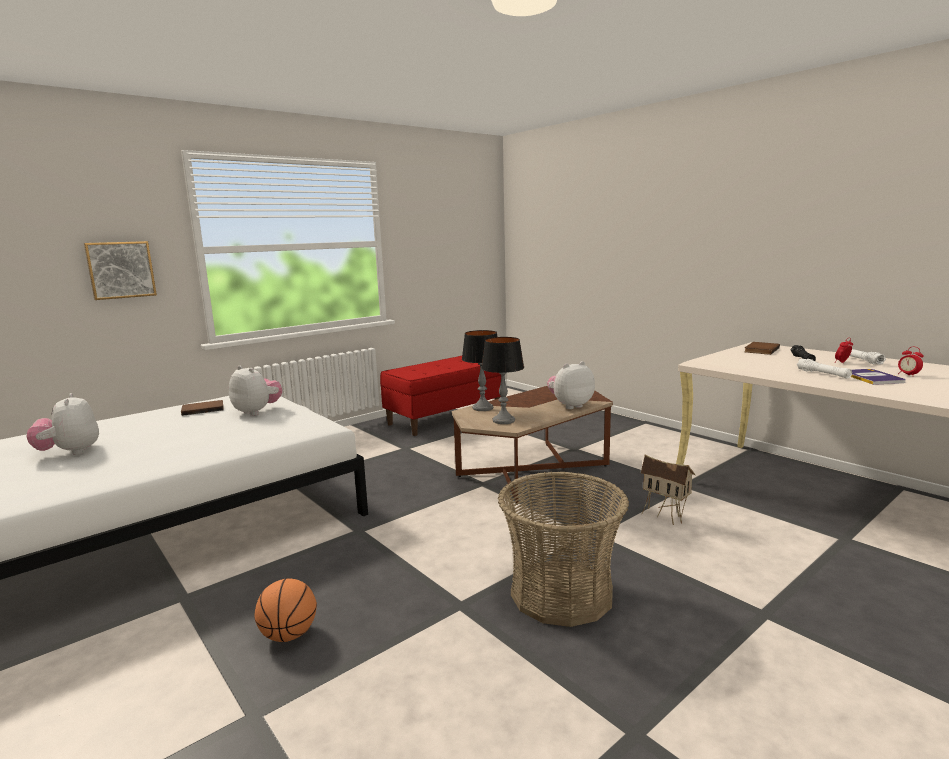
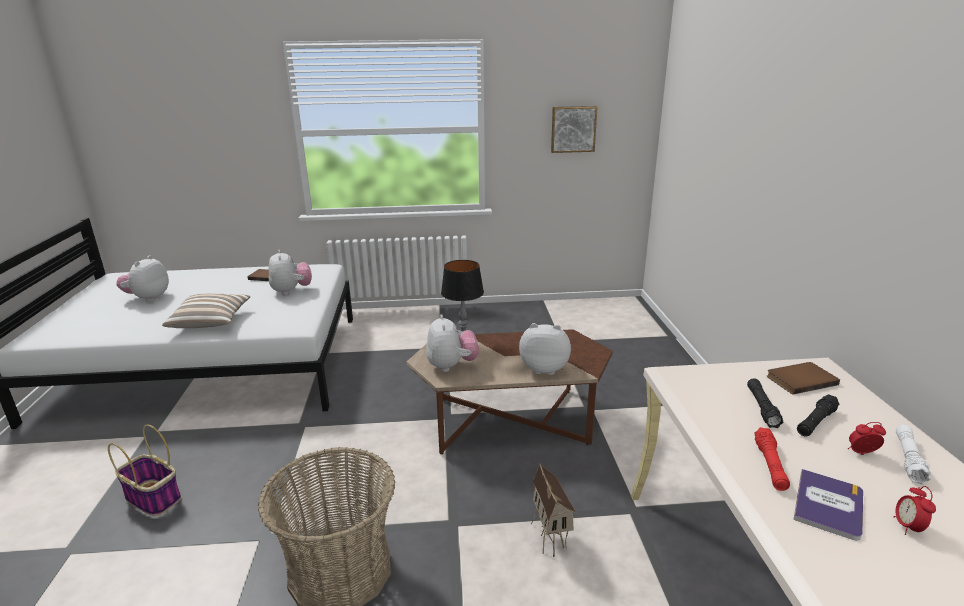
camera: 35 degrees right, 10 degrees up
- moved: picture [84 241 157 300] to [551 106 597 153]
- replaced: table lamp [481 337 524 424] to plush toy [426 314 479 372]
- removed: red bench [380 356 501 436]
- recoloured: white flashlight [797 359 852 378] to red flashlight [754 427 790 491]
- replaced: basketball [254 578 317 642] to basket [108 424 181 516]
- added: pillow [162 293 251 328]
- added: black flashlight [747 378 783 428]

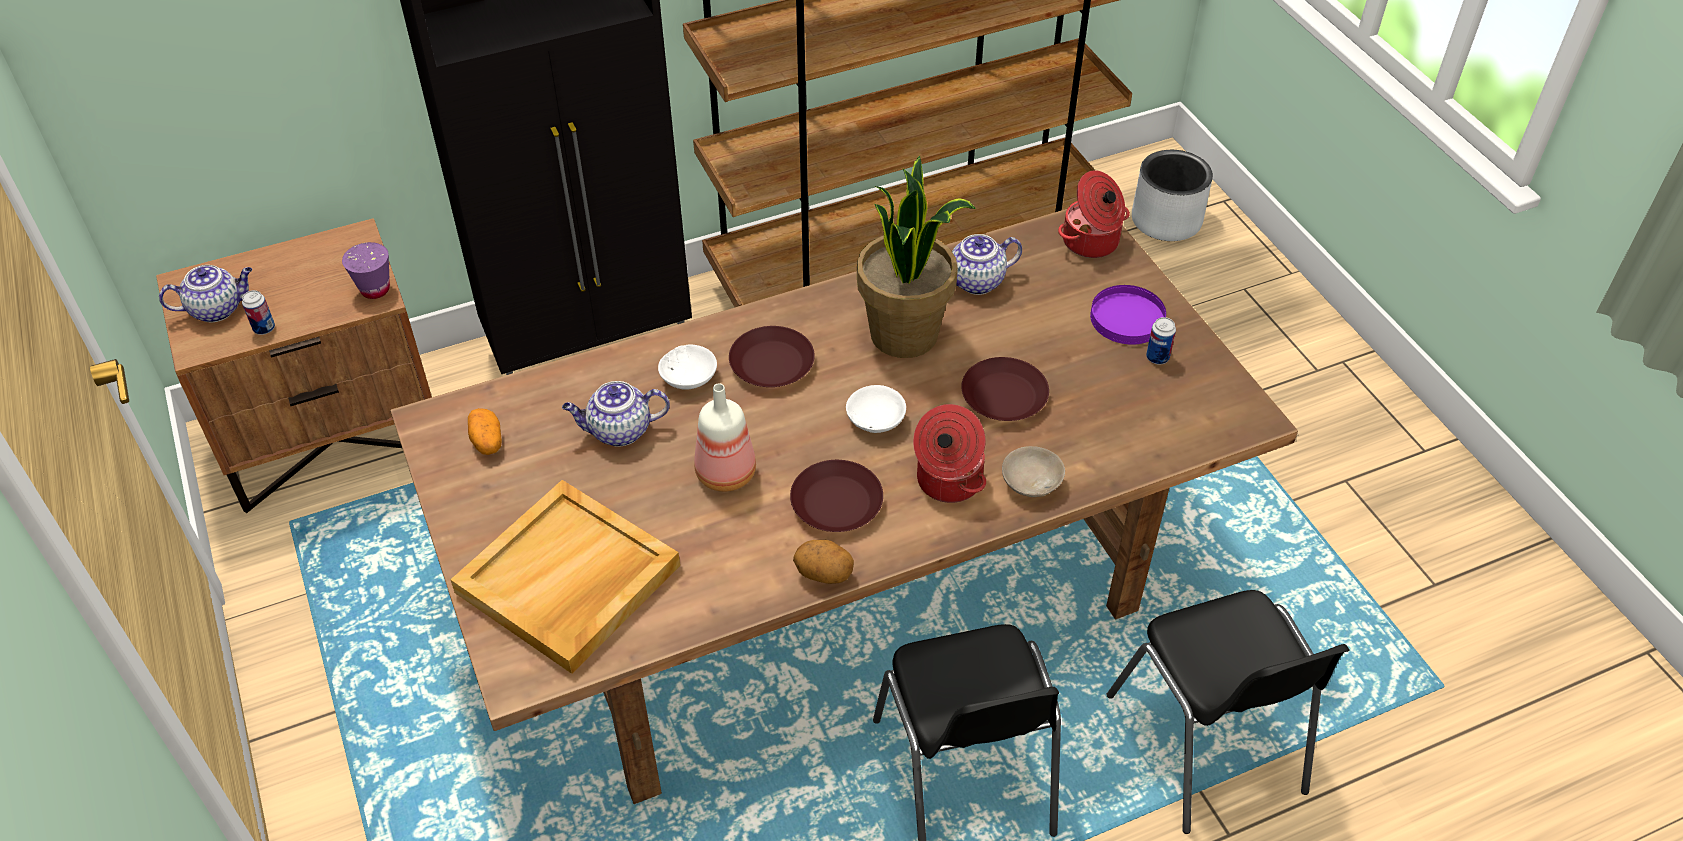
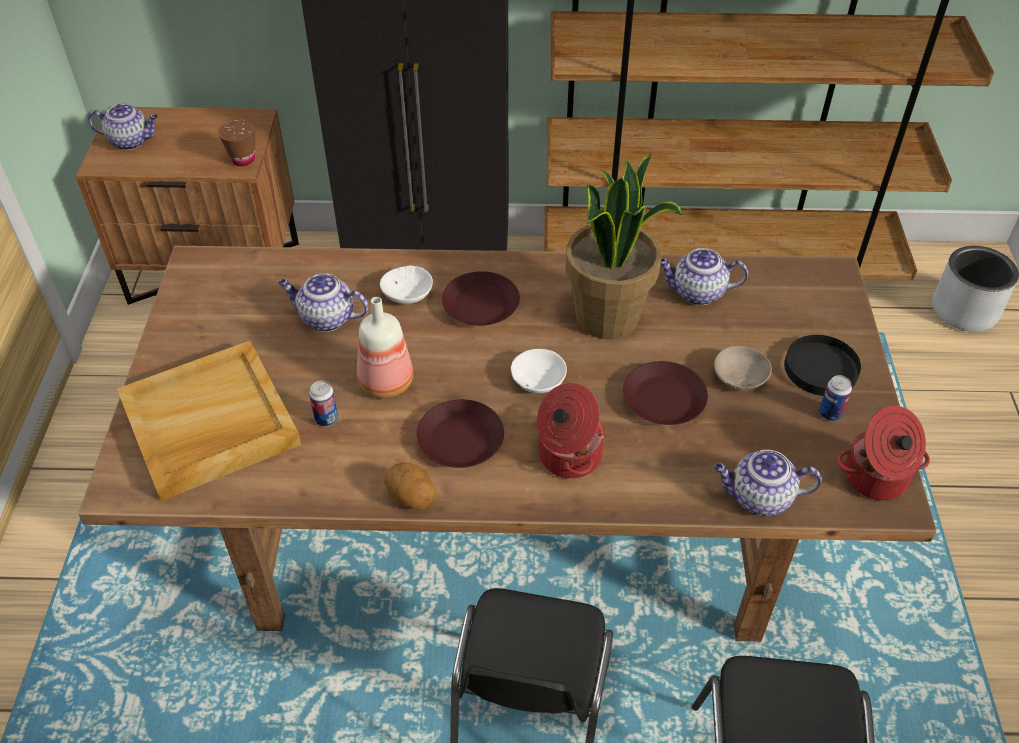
camera: 25 degrees right, 0 degrees up
- moved: cooking pot [1058 170 1130 258] to [837 406 930 500]
- recoloured: purple cup [342 242 390 299] to brown cup [218 120 255 166]
- recoloured: purple plate [1090 285 1166 345] to black plate [784 335 861 396]
- moved: can [242 290 275 335] to [309 381 338 427]
- removed: potato [468 408 502 455]
- moved: beige bowl [1002 446 1065 497] to [714 346 772 390]
- added: teapot [714 450 822 516]

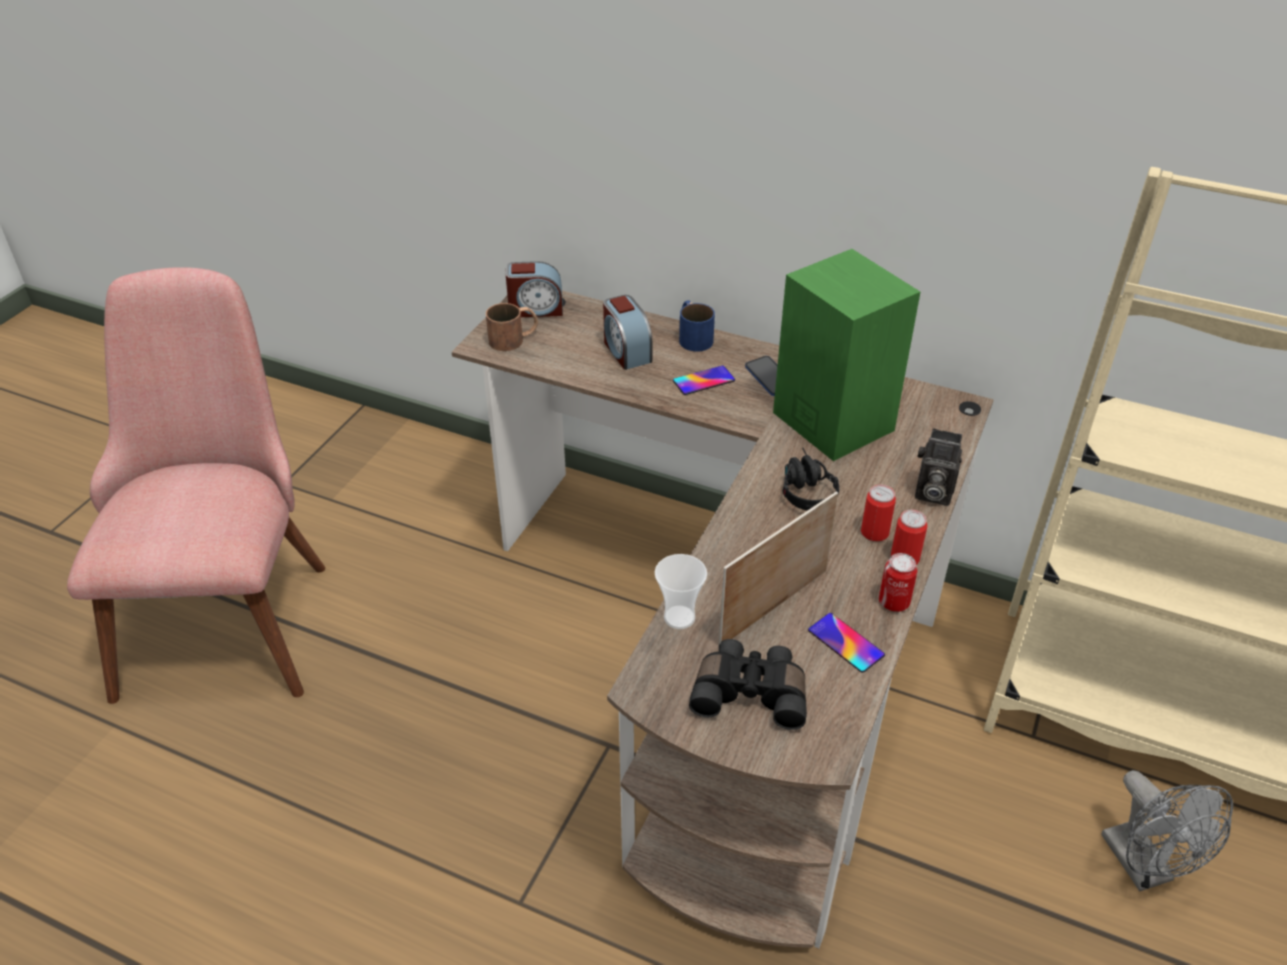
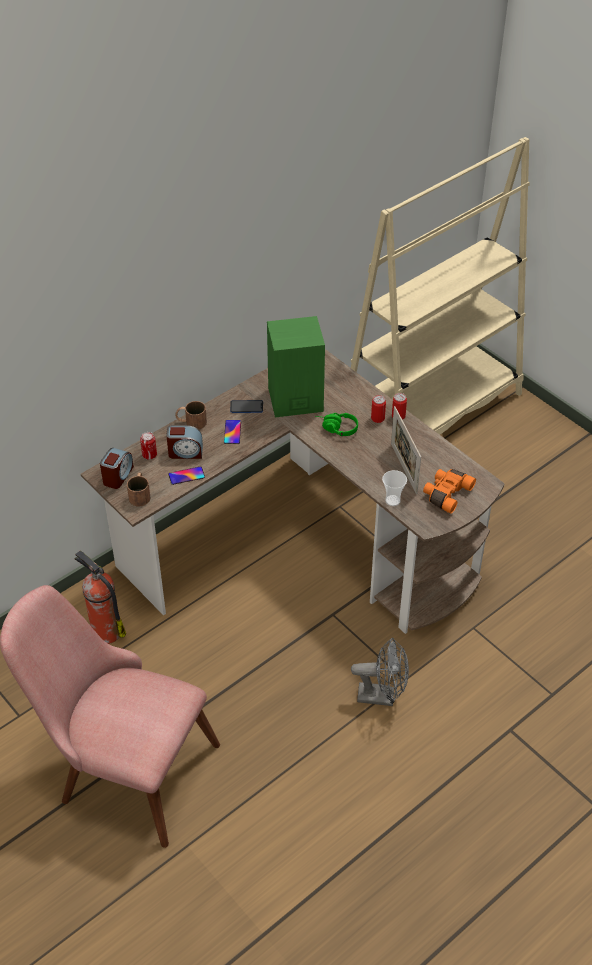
camera: 65 degrees left, 5 degrees up
- recoloured: blue mug [679 300 715 352] to brown mug [175 401 207 430]
- removed: photo camera [915 428 962 506]
- recoloured: black headphones [783 448 839 511] to green headphones [316 413 358 436]
- moved: can [879 553 917 612] to [140 432 157 459]
- moved: phone [808 613 885 672] to [168 466 205 485]
- recoloured: black binoculars [689 639 807 730] to orange binoculars [423 469 476 514]
- moved: grey fan [1101 770 1233 891] to [351 638 409 706]
- added: fire extinguisher [74 550 126 644]

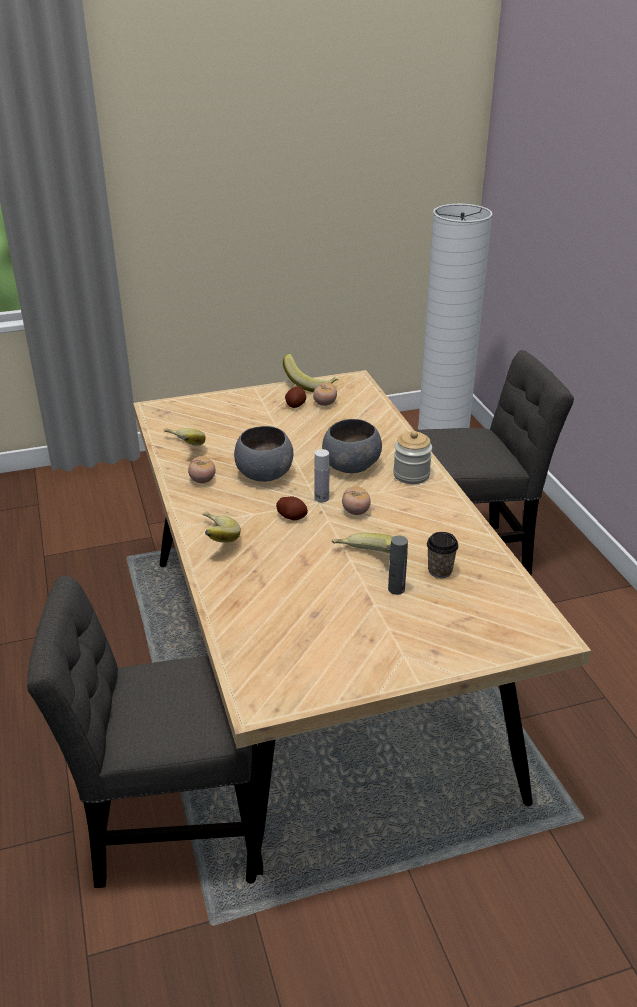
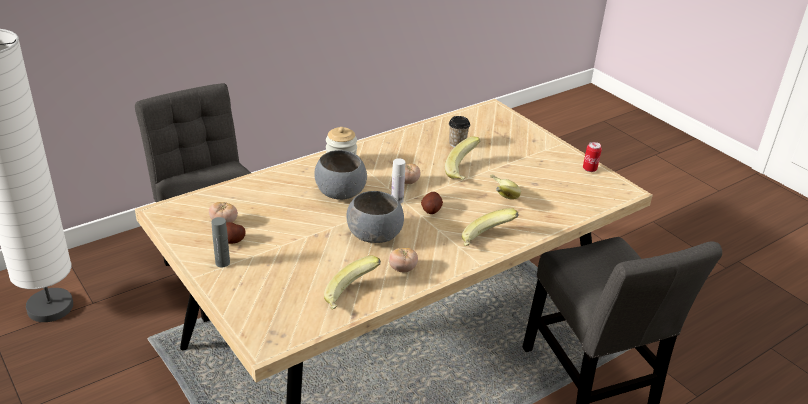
camera: 110 degrees left, 0 degrees up
- moved: banana [283 354 338 392] to [490 174 521 200]
- moved: grey bottle [388 536 408 595] to [211 217 230 267]
- added: can [583 142 602 172]

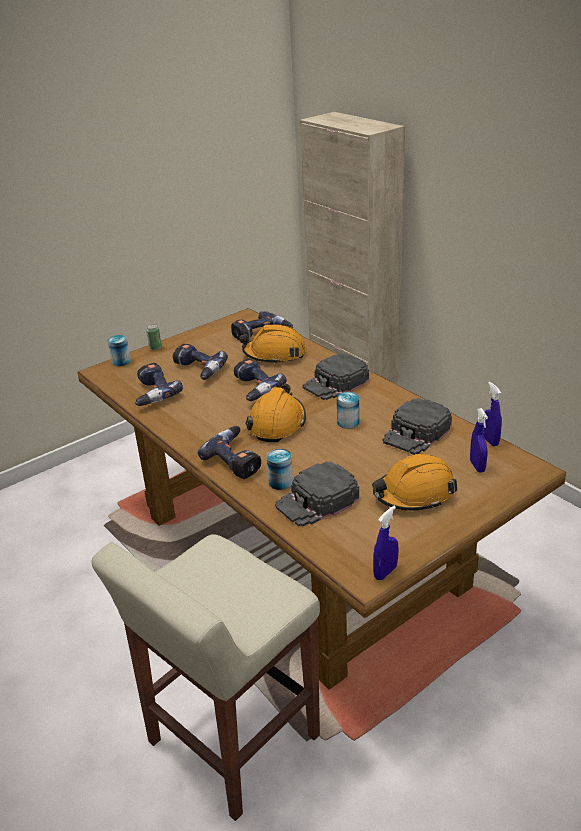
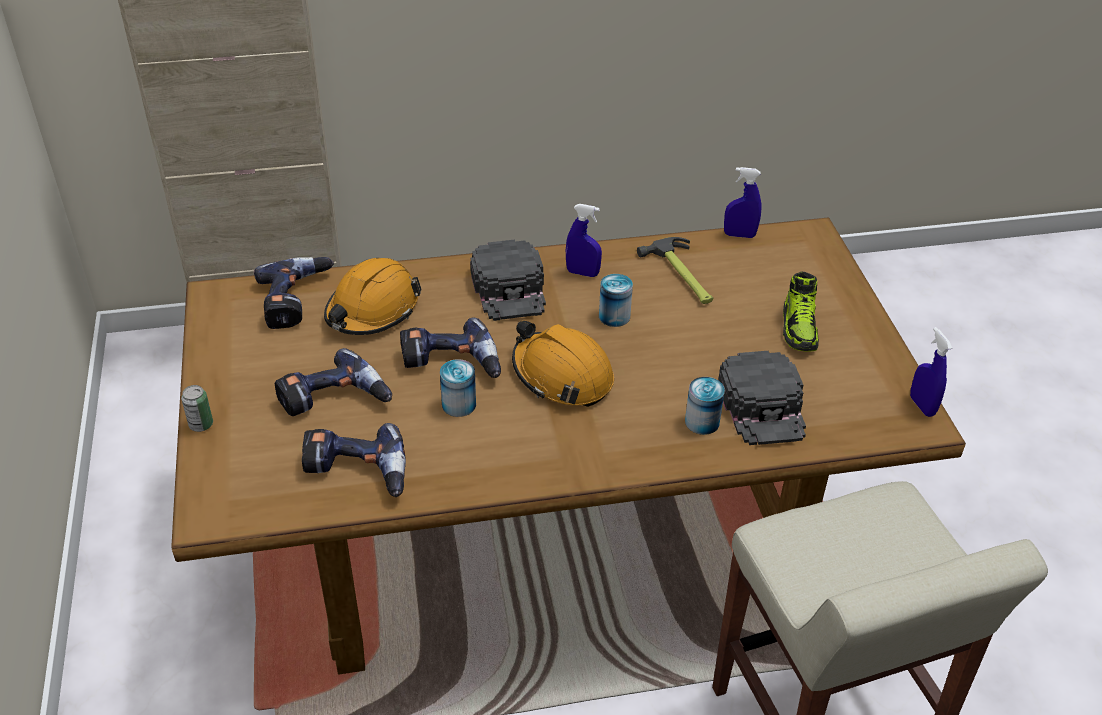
camera: 65 degrees left, 10 degrees up
- moved: can [108 335 131 366] to [440 359 476 417]
- replaced: black cap [382 398 452 455] to hammer [637 237 713 304]
- moved: blue spray bottle [470 408 488 472] to [566 204 602 277]
- removed: power drill [198 426 261 479]
- replaced: orange hard hat [372 454 457 511] to shoe [783 271 819 352]

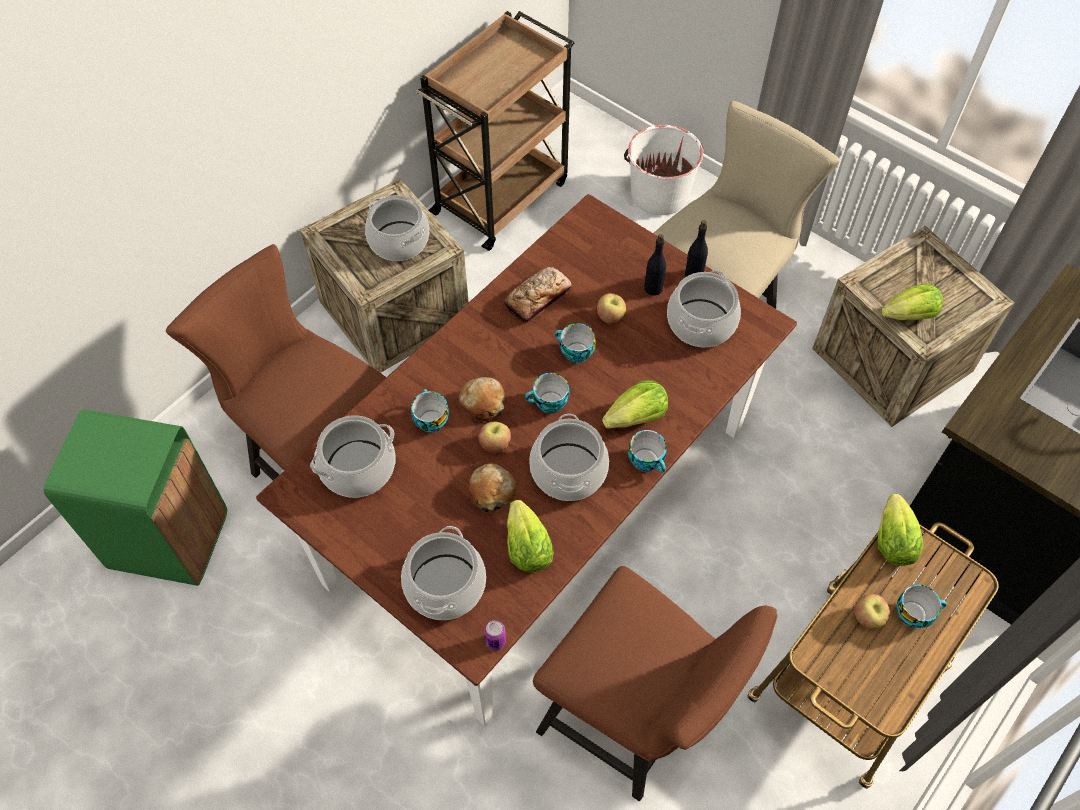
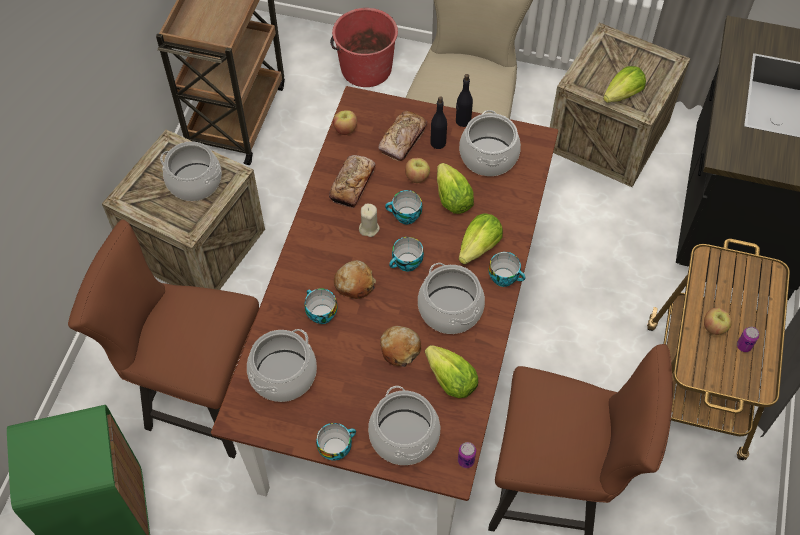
camera: 25 degrees left, 0 degrees up
- recoloured: white bucket [624 125 703 215] to red bucket [330 8 398 87]
- moved: apple [478 421 511 453] to [333 110 357 135]
- moved: lettuce [878 494 923 566] to [437 163 474 214]
- moved: cup [897 585 947 628] to [316 423 356 461]
- added: bread [378 111 427 161]
- added: beige candle [359 204 380 237]
- added: can [737 327 759 352]

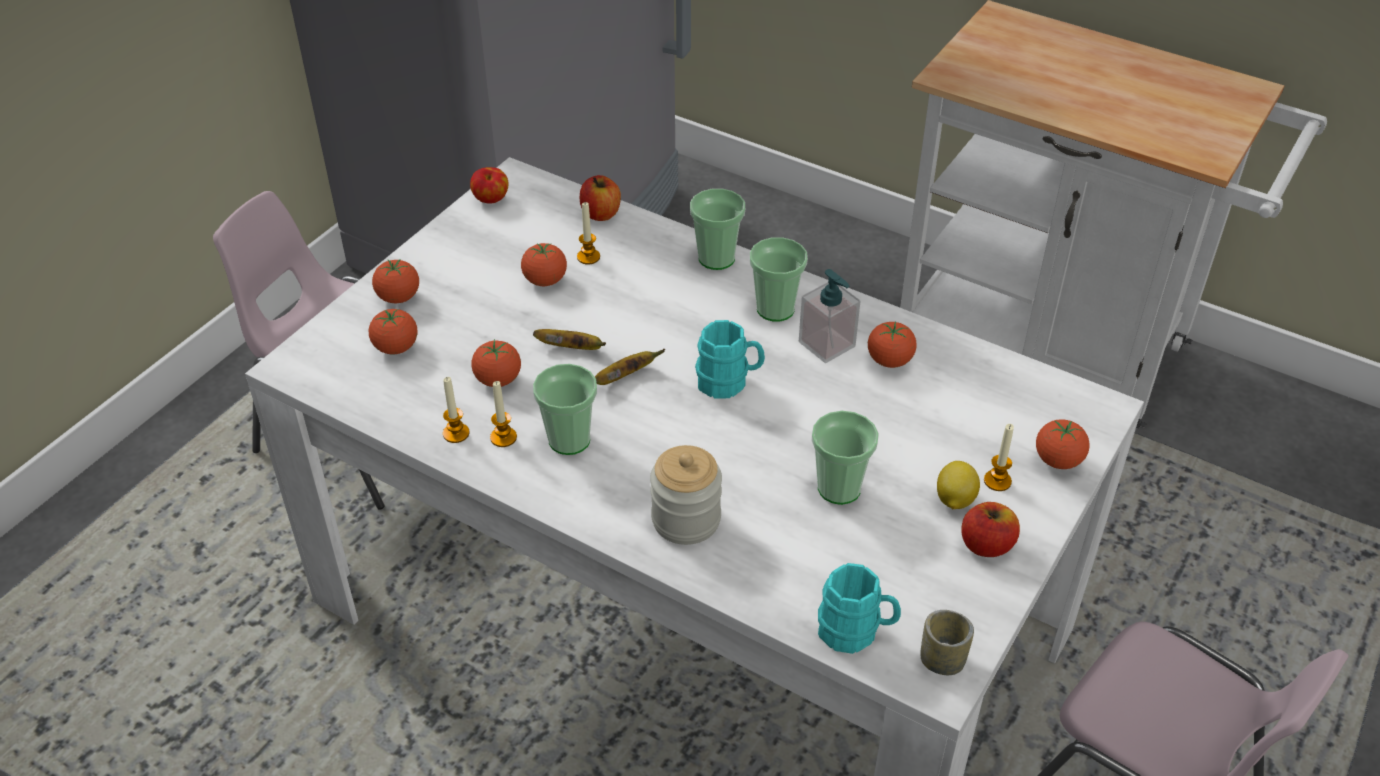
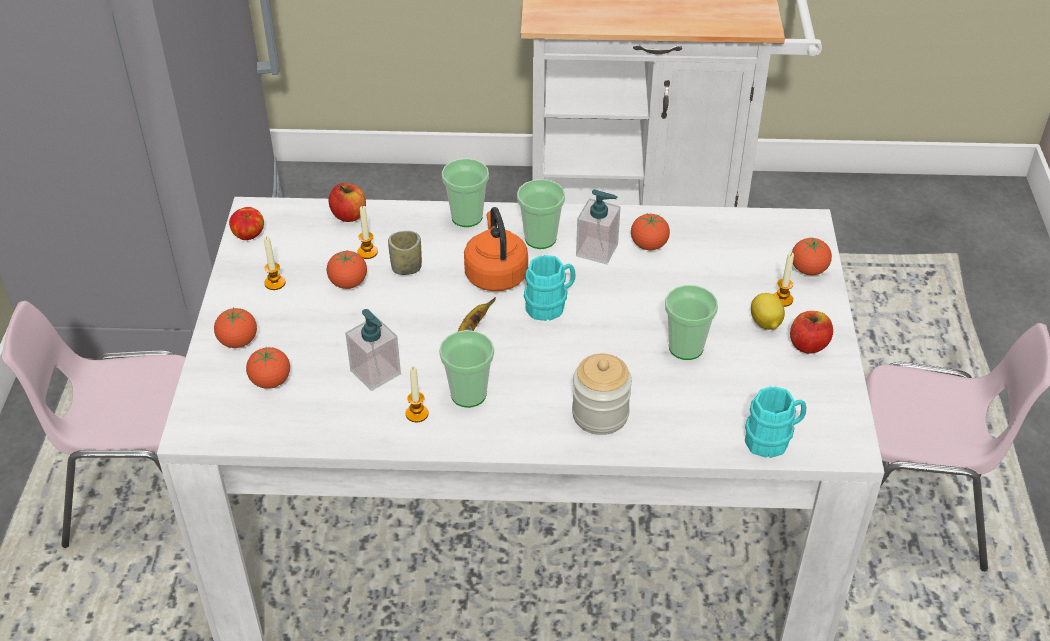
camera: 30 degrees left, 0 degrees up
- removed: banana [533 329 606 350]
- replaced: tomato [471 339 521 387] to soap dispenser [345 309 401 391]
- moved: candle [443 377 469 443] to [264 236 285 290]
- moved: cup [921 610 974 675] to [388 231 422 275]
- added: orange kettle [464 207 528 291]

